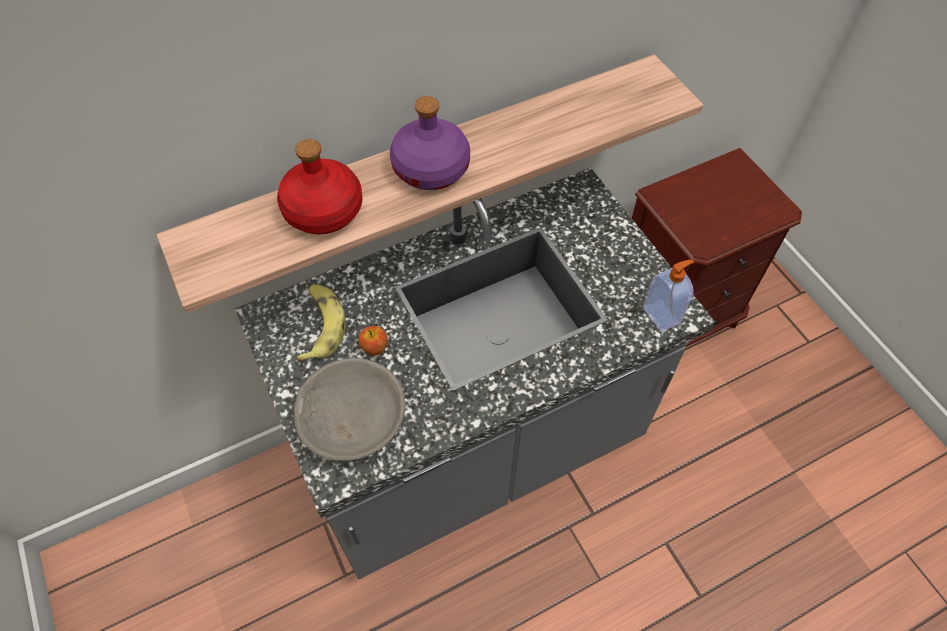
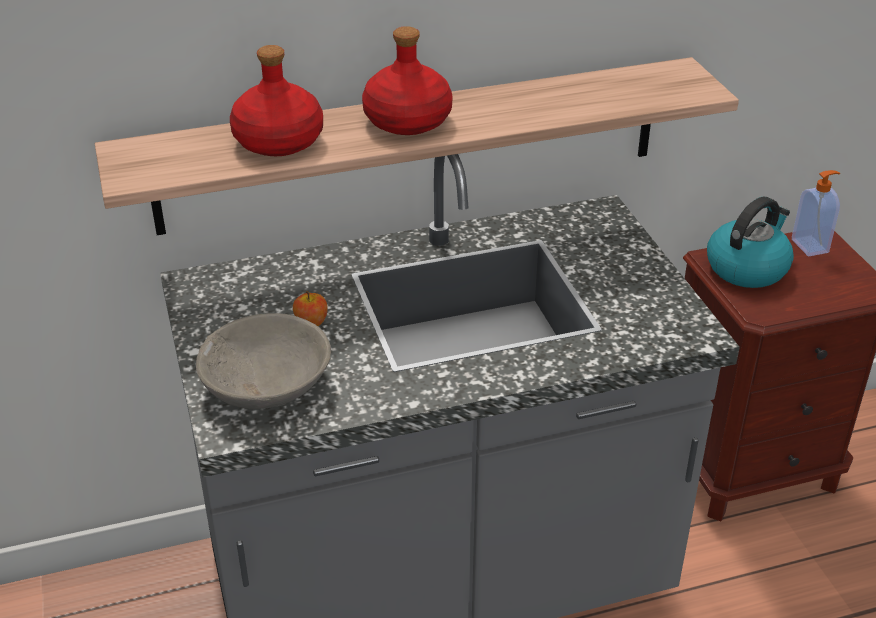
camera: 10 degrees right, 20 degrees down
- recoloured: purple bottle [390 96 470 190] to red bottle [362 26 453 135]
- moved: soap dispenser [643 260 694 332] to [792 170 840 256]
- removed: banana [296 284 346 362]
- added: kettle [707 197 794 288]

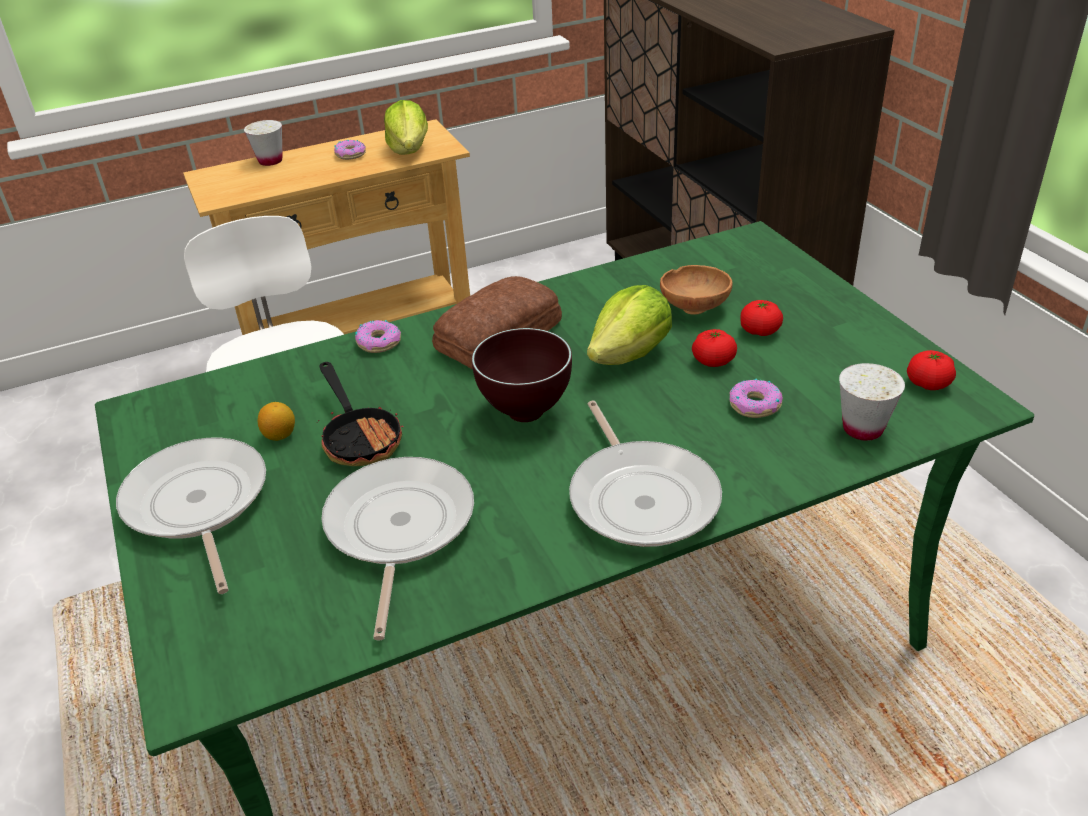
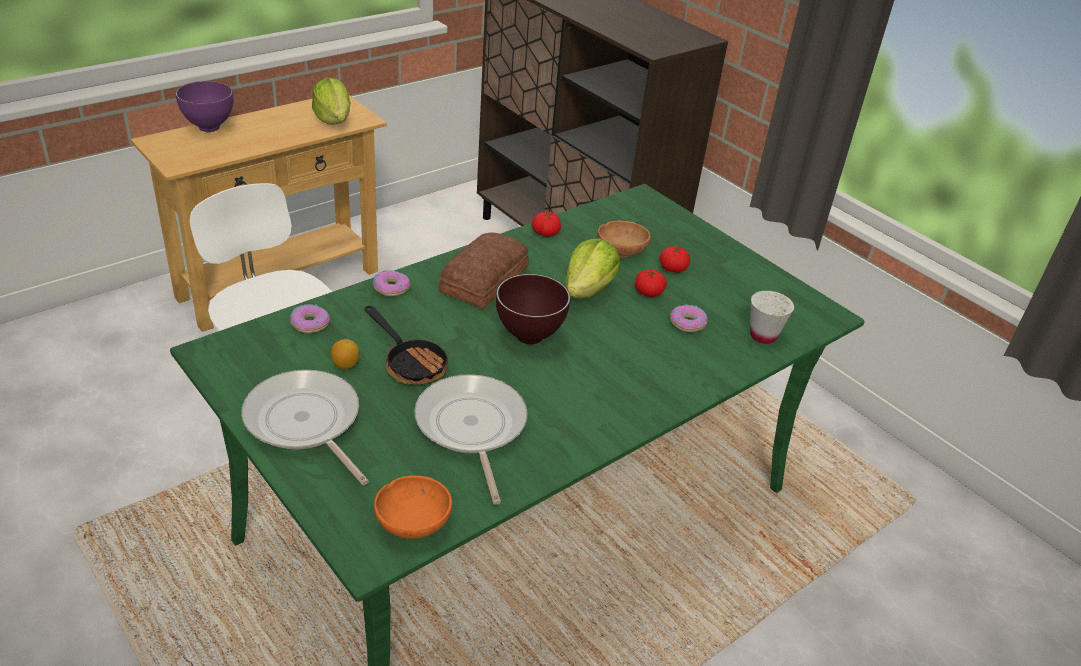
camera: 20 degrees left, 0 degrees up
- replaced: white cup [244 120 282 166] to purple bowl [176 81 233 132]
- moved: donut [334 140 366 160] to [290 304 330 333]
- moved: tomato [907 350 956 390] to [532 212 561 237]
- removed: frying pan [569 401 722 547]
- added: orange bowl [374 476 452 539]

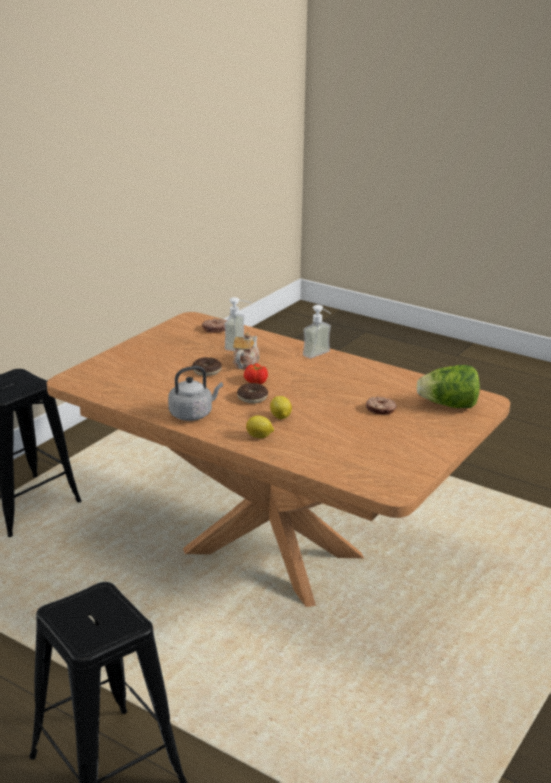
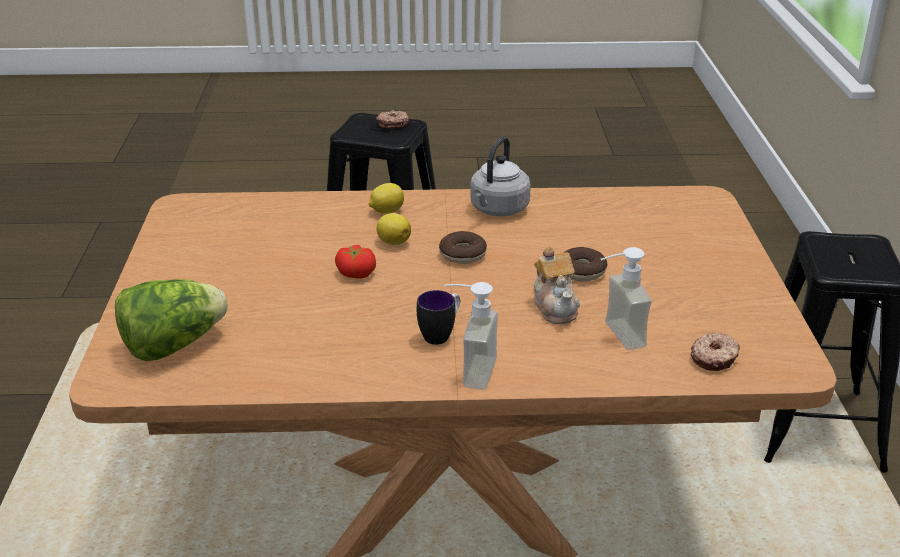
camera: 145 degrees right, 5 degrees up
- moved: tomato [244 363 268 384] to [335 245 376 279]
- moved: donut [366 397 397 414] to [376 110 409 129]
- added: mug [417 290 460 345]

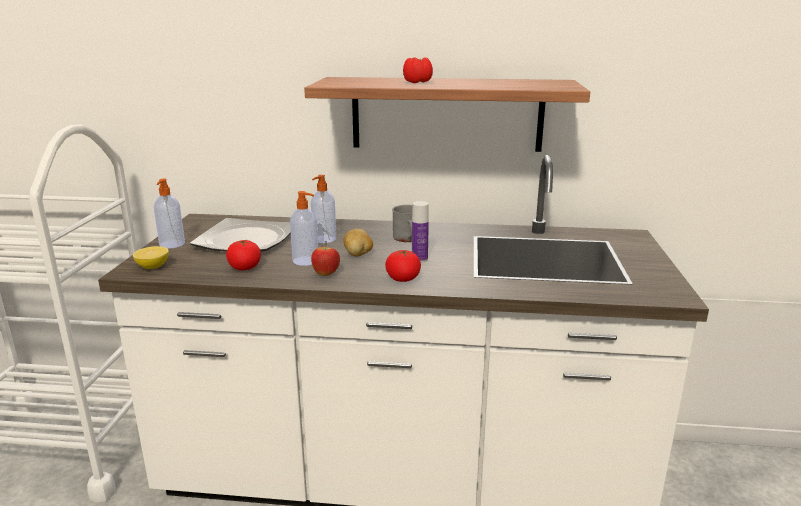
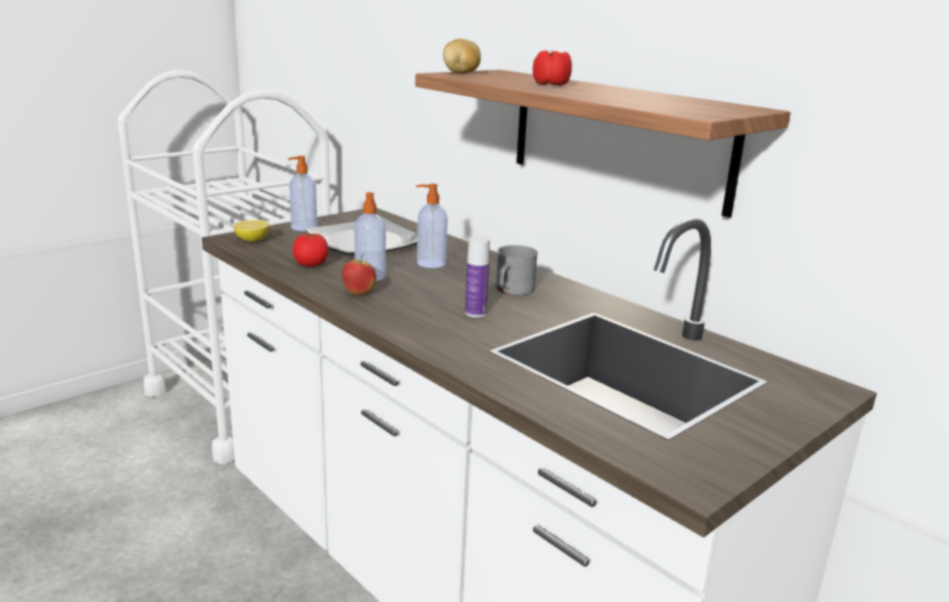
camera: 40 degrees right, 0 degrees up
- moved: potato [343 229 373 257] to [443 39 481 74]
- removed: tomato [385 250 421 282]

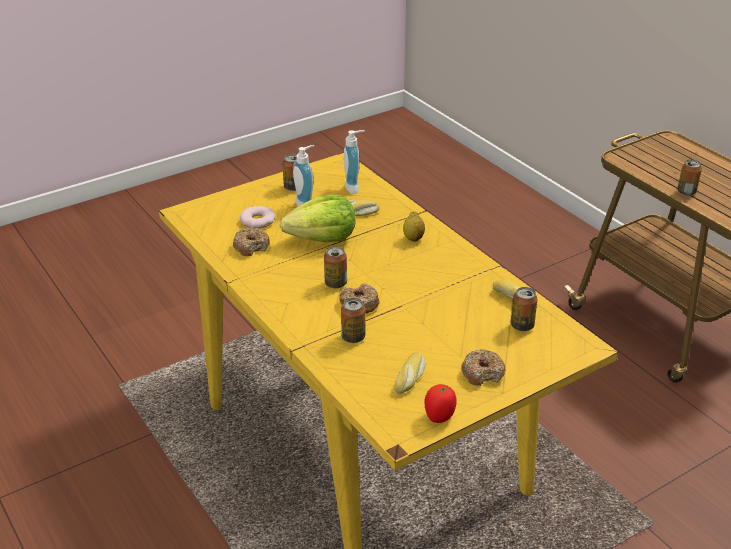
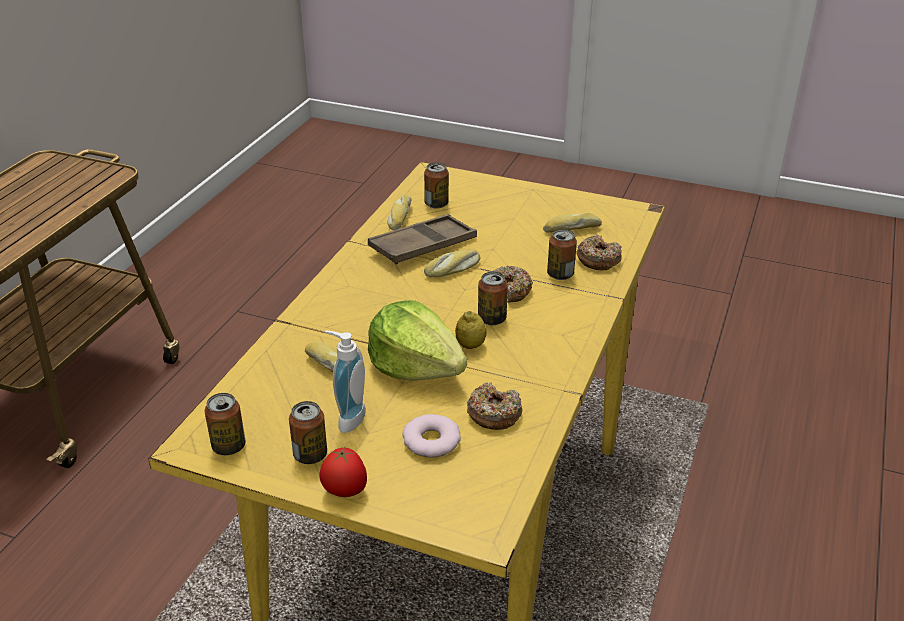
camera: 125 degrees left, 0 degrees up
- removed: soap dispenser [344 130 365 194]
- moved: can [677 160 702 196] to [204 393 246 455]
- moved: lemon [403 211 425 242] to [455 311 487 349]
- moved: donut [461 349 505 386] to [576 235 622 270]
- moved: tomato [424 384 457 423] to [319 447 367 497]
- added: brown tray [368 214 477 264]
- added: bread [424 249 480 277]

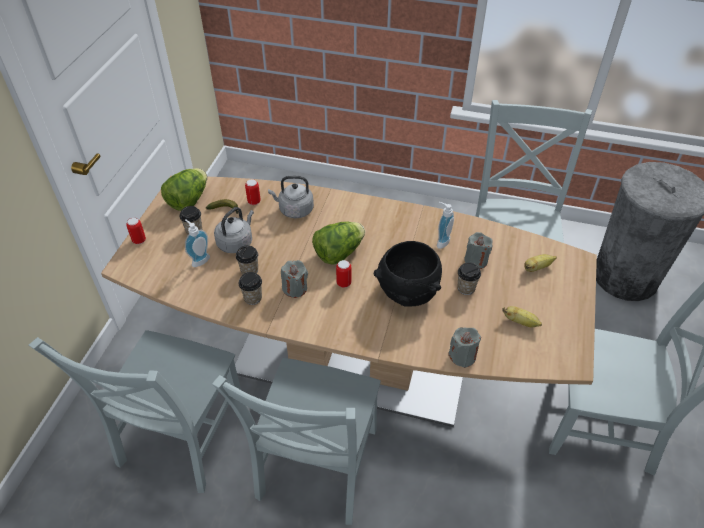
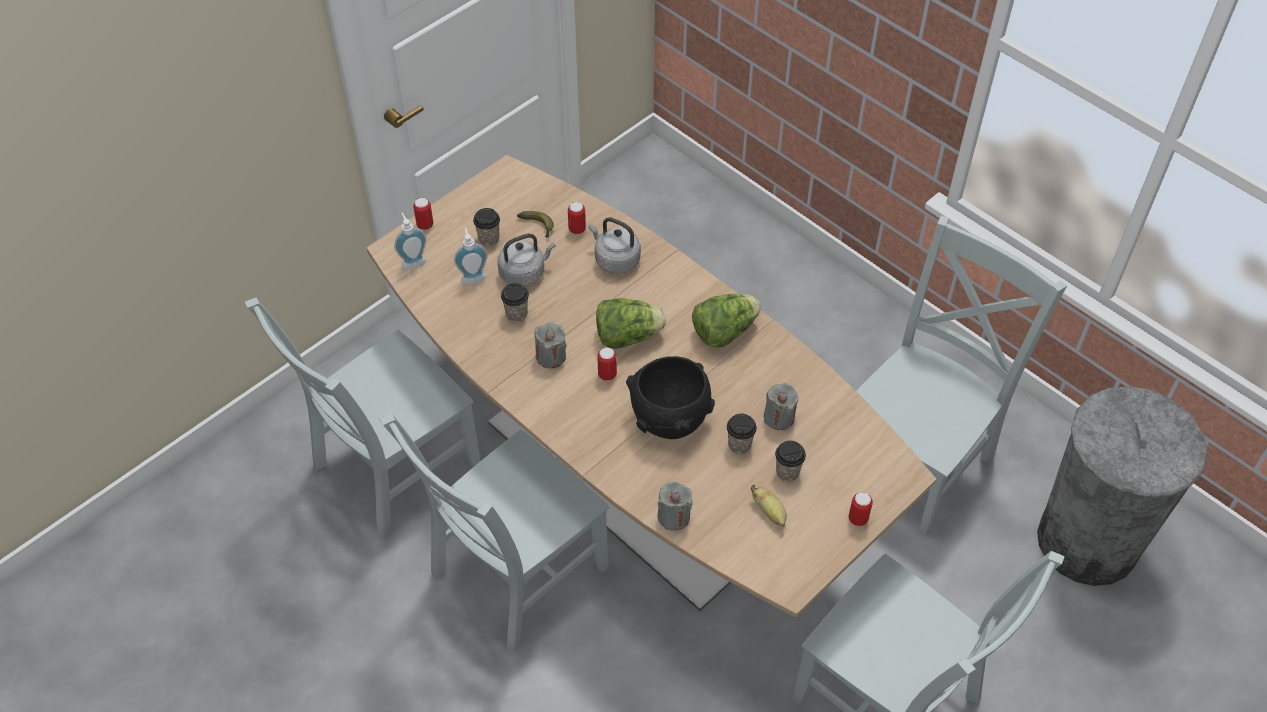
camera: 30 degrees right, 5 degrees up
- moved: lettuce [161 168 207 211] to [692 293 761 348]
- moved: soap dispenser [437 202 454 249] to [394 213 427 270]
- removed: banana [524 254 557 272]
- moved: cup [239 272 262 305] to [775 441 806 481]
- added: can [849 492 873 526]

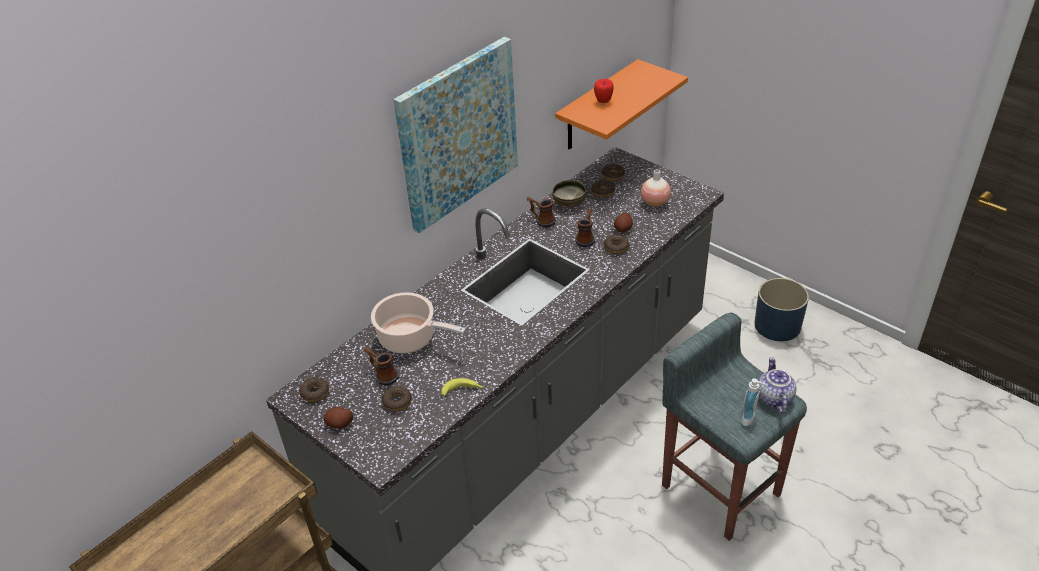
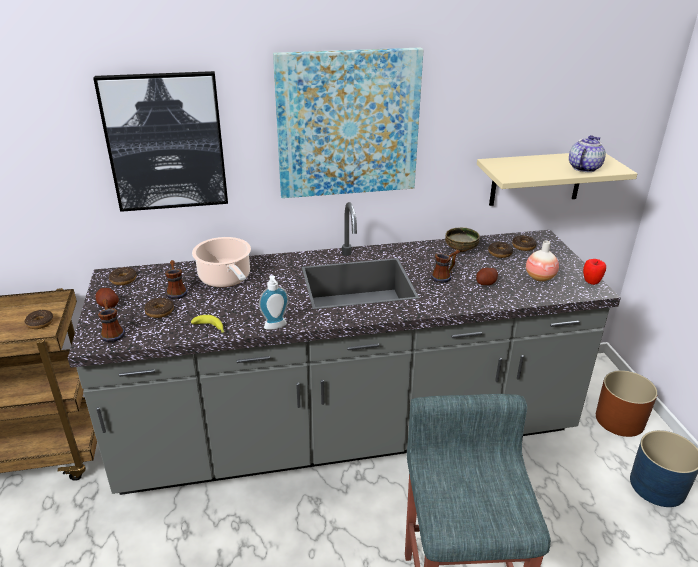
camera: 35 degrees right, 10 degrees down
- recoloured: orange shelf [555 59 688 150] to beige shelf [477 153 637 206]
- moved: apple [594 79 614 103] to [583 259 606 285]
- moved: mug [527 197 556 227] to [98 299 125 342]
- moved: donut [604 235 629 254] to [25 310 54 329]
- moved: teapot [758 357 796 413] to [569 135 606 172]
- moved: soap dispenser [742 378 767 426] to [259 276 289 330]
- added: picture [93 71 228 212]
- added: brown planter [596 370 658 437]

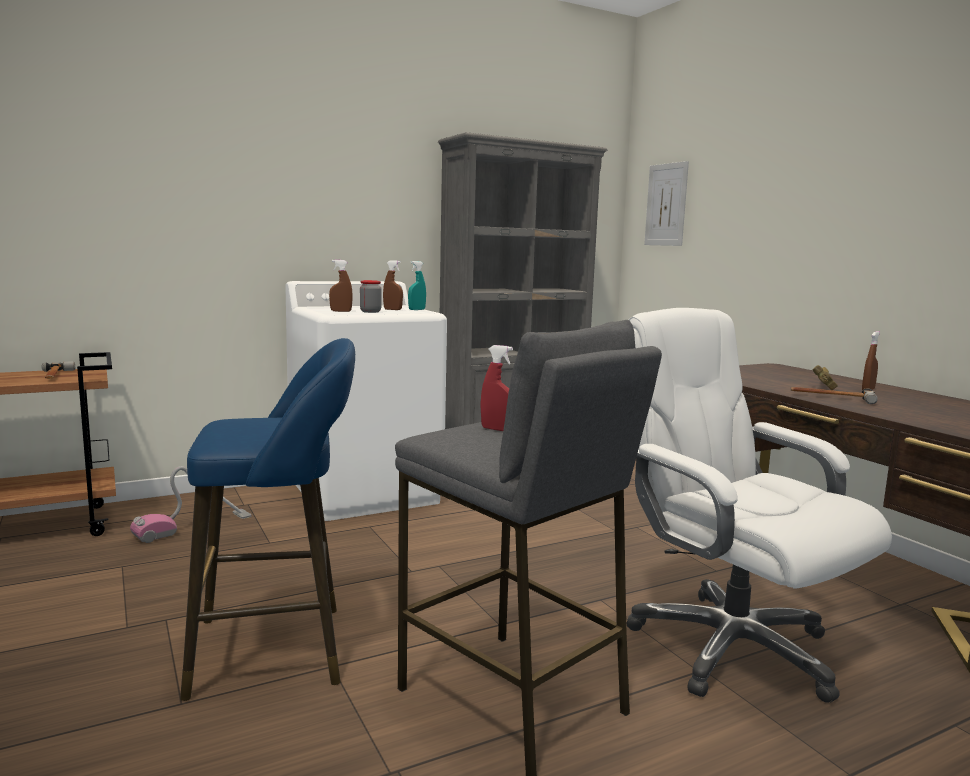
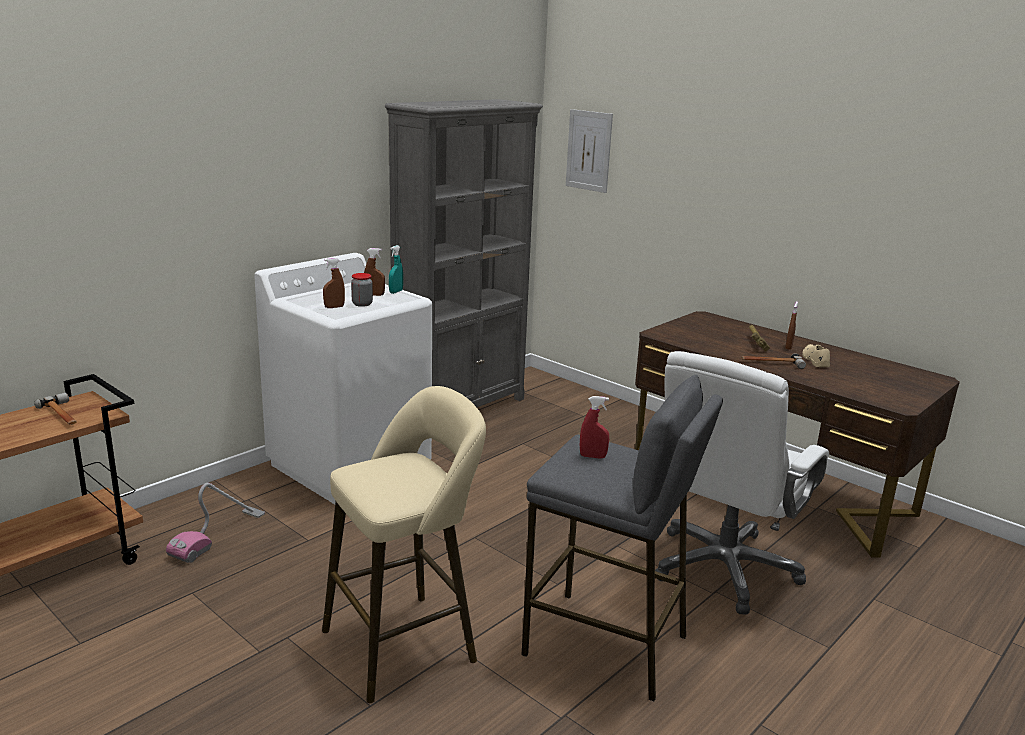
camera: 20 degrees left, 10 degrees up
- turned: white office chair [627 308 892 703] = [655 351 829 614] 90 degrees counterclockwise
- recoloured: blue stool [180 338 355 701] to beige stool [322 386 486 703]
- added: beige shoe [802 344 830 367]

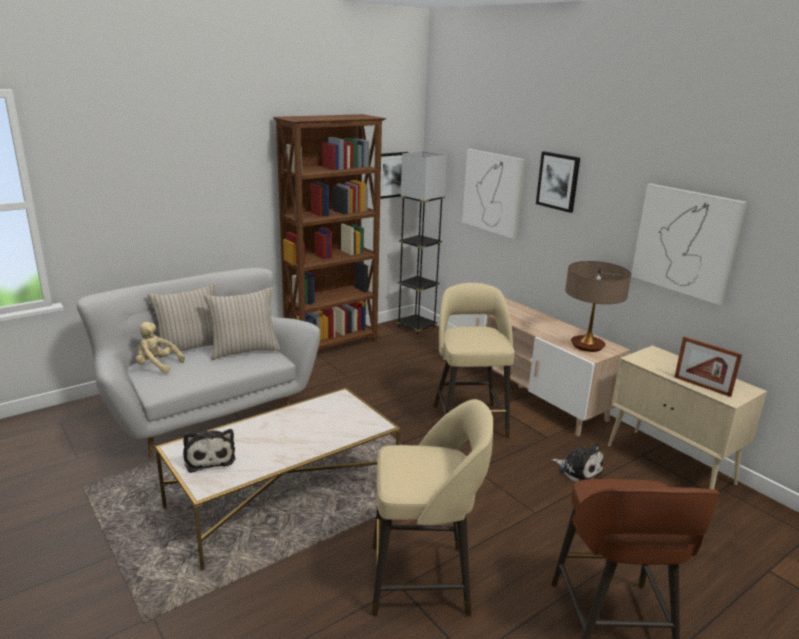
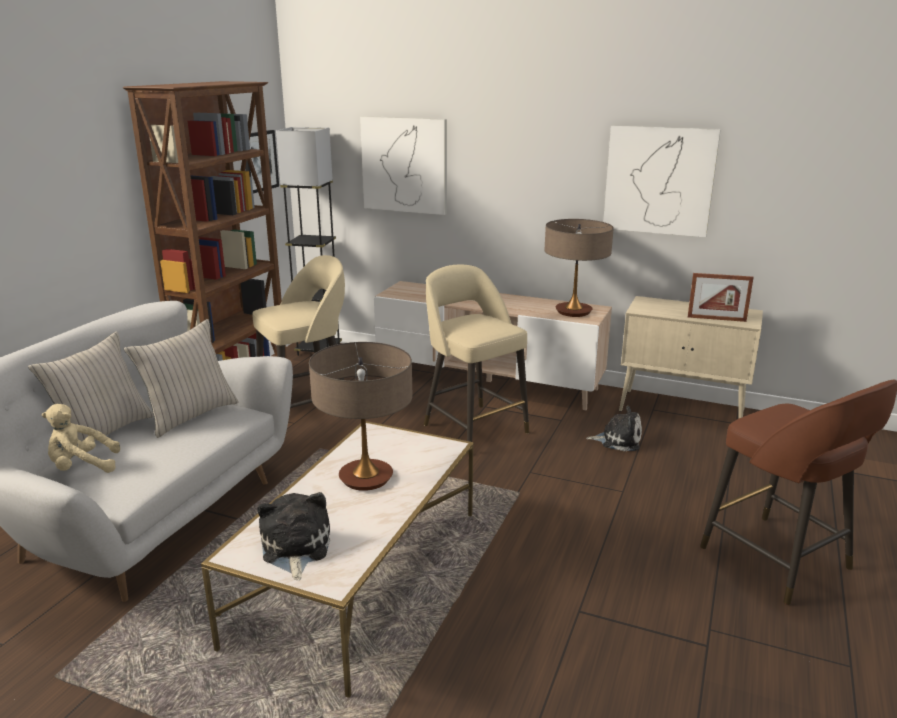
camera: 30 degrees left, 0 degrees up
- removed: picture [536 151 580 213]
- moved: beige stool [371 399 493 616] to [252 255 345 408]
- turned: plush toy [183 429 235 473] = [257 492 330 580] 135 degrees counterclockwise
- added: table lamp [309 342 412 491]

